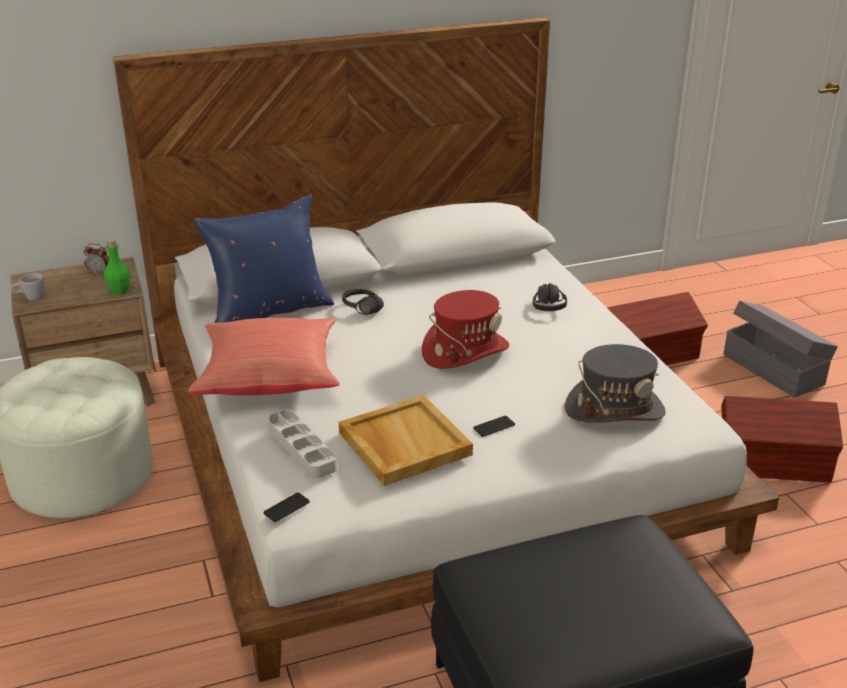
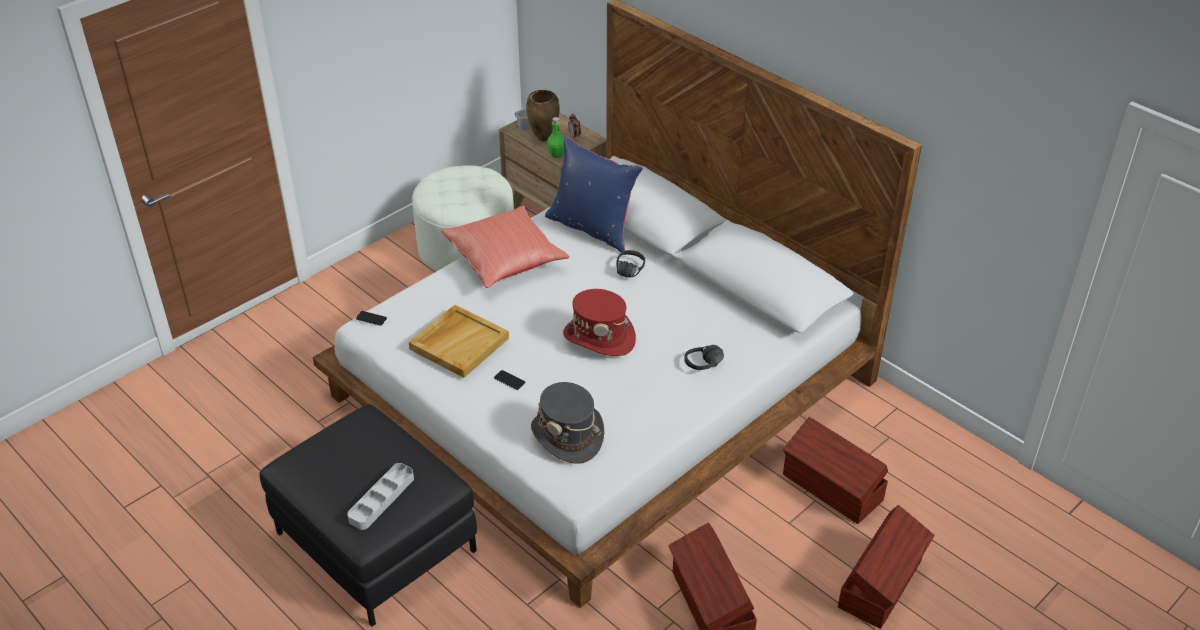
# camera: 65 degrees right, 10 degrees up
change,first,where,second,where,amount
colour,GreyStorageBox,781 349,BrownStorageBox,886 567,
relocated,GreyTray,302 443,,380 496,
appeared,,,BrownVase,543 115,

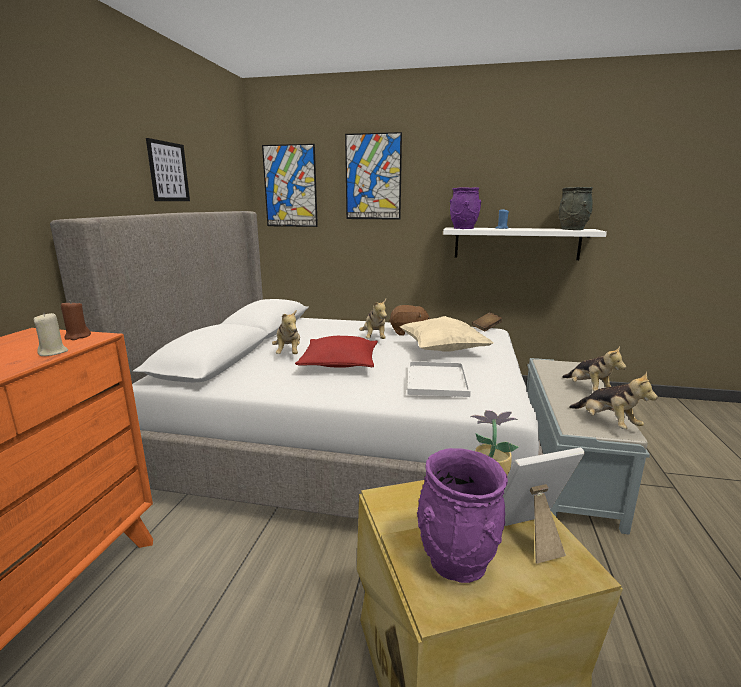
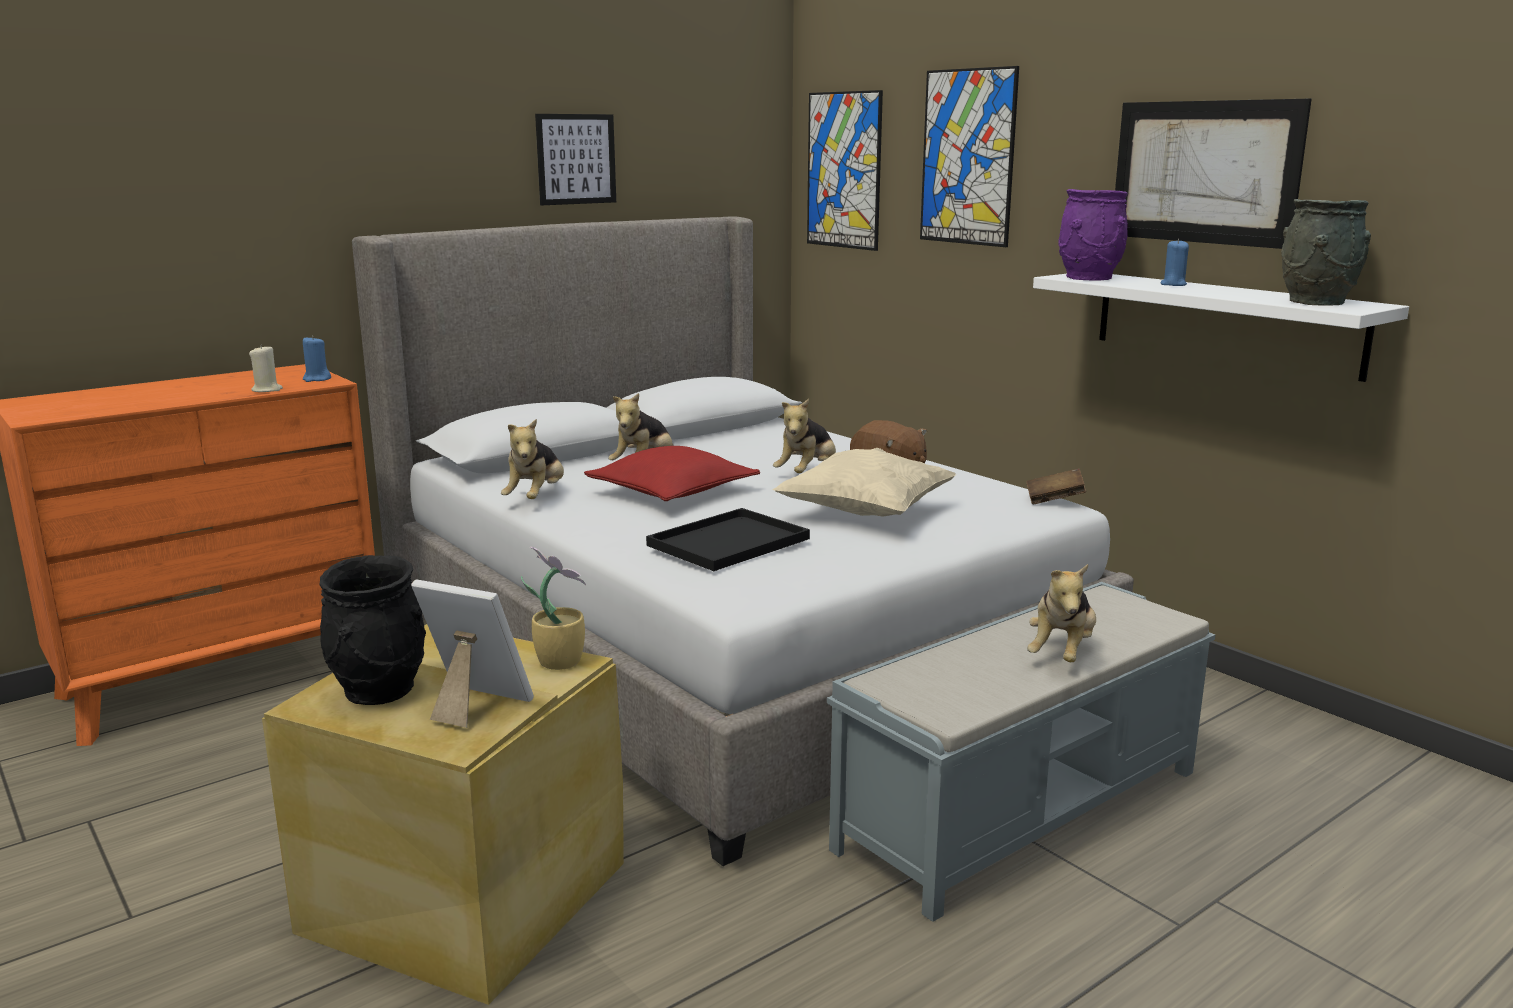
# camera: 40 degrees right, 0 degrees up
change,first,where,second,where,amount
colour,BrownCandle,76 320,BlueCandle,317 358,
colour,WhiteTray,439 379,BlackTray,728 539,
relocated,PlushToy,613 400,,532 459,
colour,PurpleVase,462 515,BlackVase,373 630,
appeared,,,Picture,1213 174,

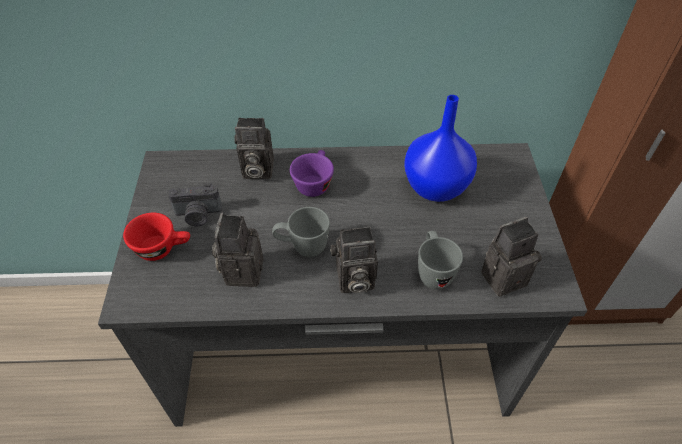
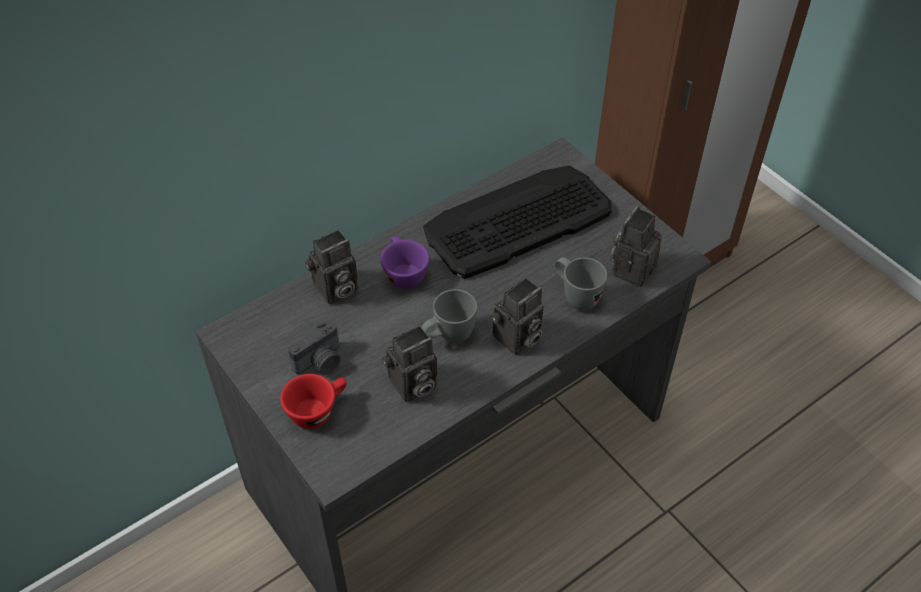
# camera: 35 degrees left, 0 degrees up
change,first,where,second,where,amount
exchanged,BlueVase,440 148,Keyboard,517 222,
spun,PhotoCamera,237 250,,409 364,90 degrees counterclockwise

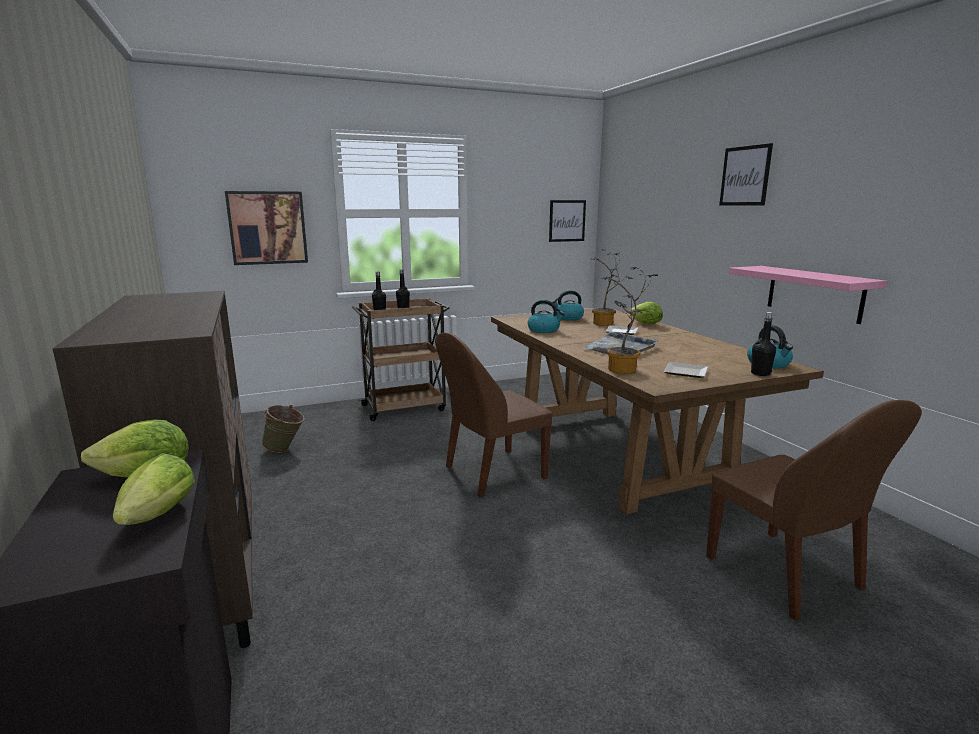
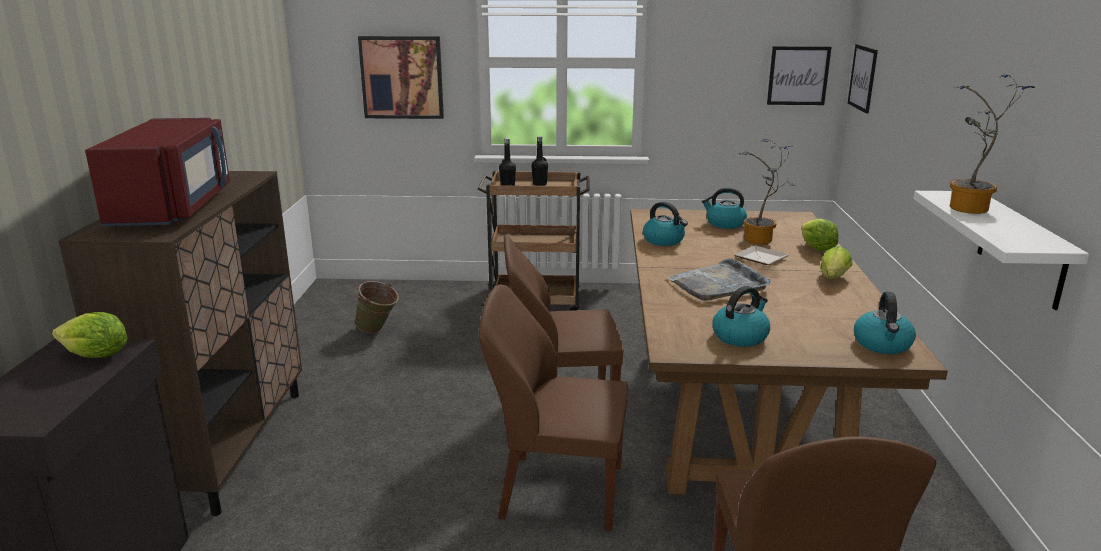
# camera: 25 degrees right, 5 degrees up
change,first,where,second,where,amount
relocated,Picture,746 174,,862 79,
colour,PinkShelf,808 295,WhiteShelf,1001 250,
relocated,PottedPlant,629 320,,992 144,
missing,BlackBottle,763 344,,,
exchanged,Plate,686 370,Kettle,741 316,
relocated,Lettuce,154 489,,836 262,
appeared,,,RedMicrowave,157 172,
appeared,,,BrownChair,553 407,

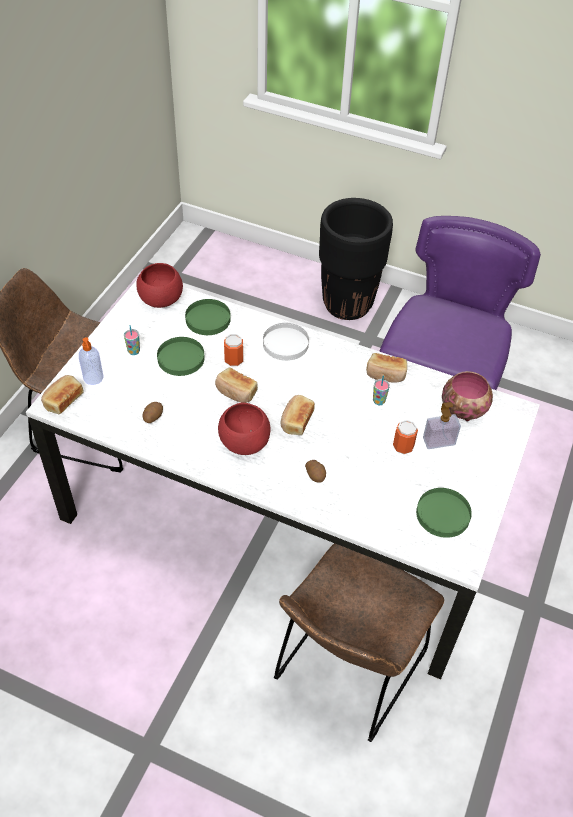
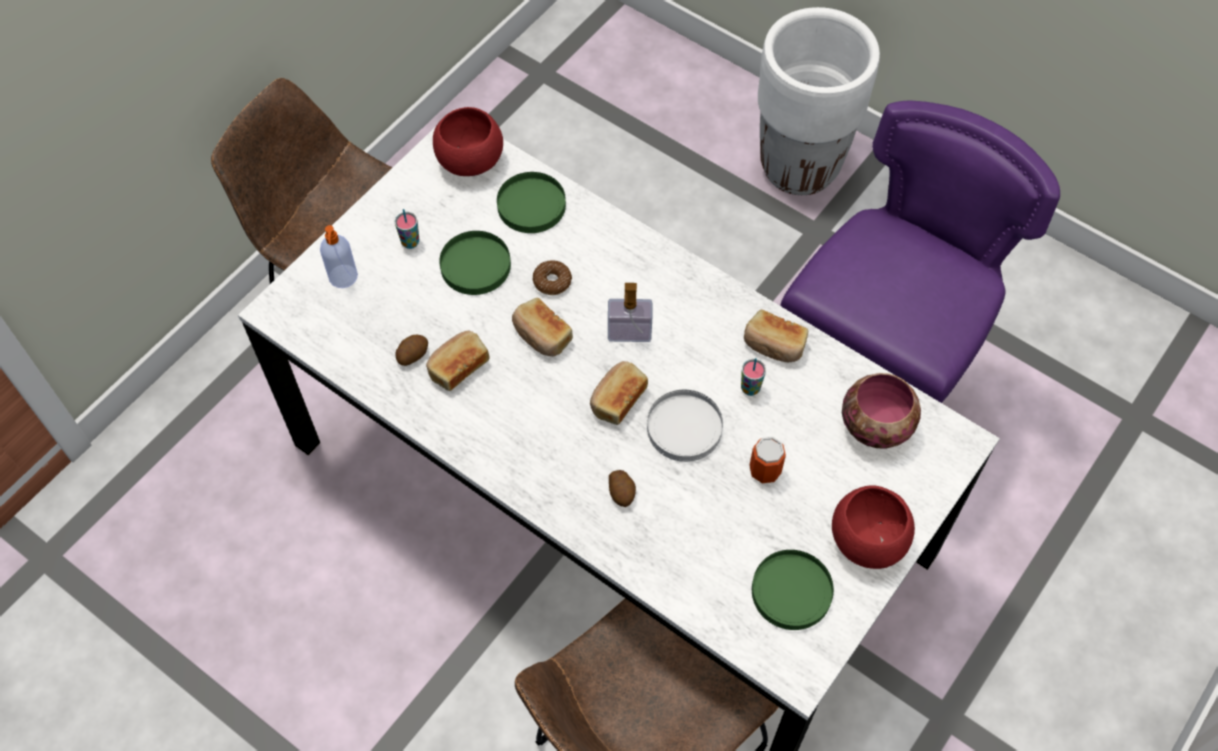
# camera: 15 degrees right, 10 degrees up
change,first,where,second,where,amount
colour,BlackPlanter,356 259,WhitePlanter,819 101,
relocated,WhitePlate,286 342,,685 426,
exchanged,Can,233 350,Donut,552 277,
relocated,Bread,62 394,,458 361,
relocated,RedBowl,244 428,,873 527,
relocated,SoapDispenser,442 425,,630 312,

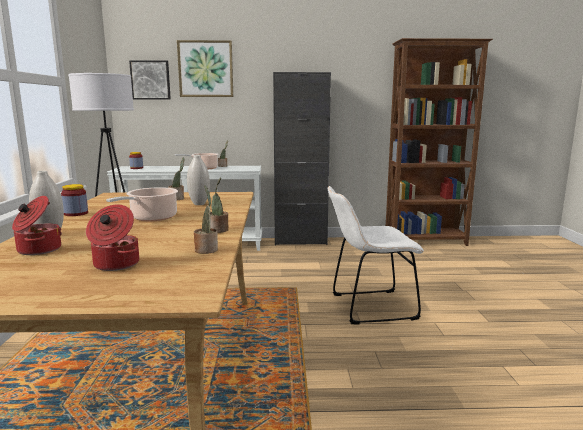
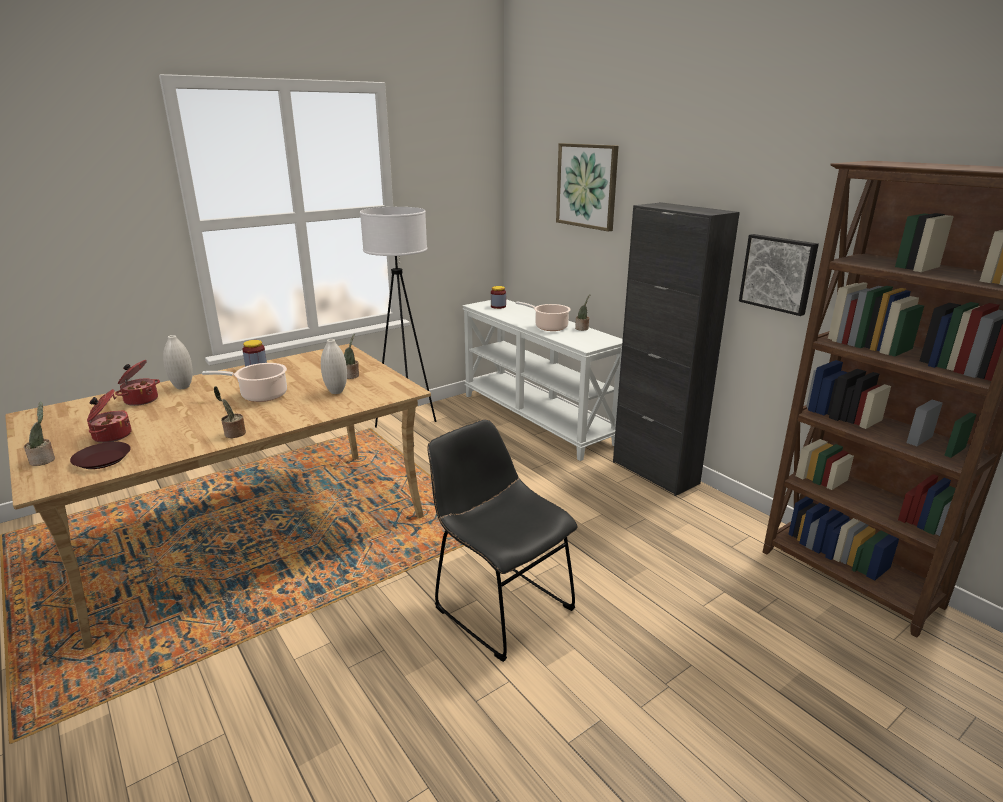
# camera: 55 degrees right, 10 degrees up
change,first,where,second,where,amount
relocated,Picture,150 79,,779 275,
relocated,PottedPlant,206 219,,39 434,
colour,WhiteChair,376 255,BlackChair,502 540,
appeared,,,BrownPlate,100 455,

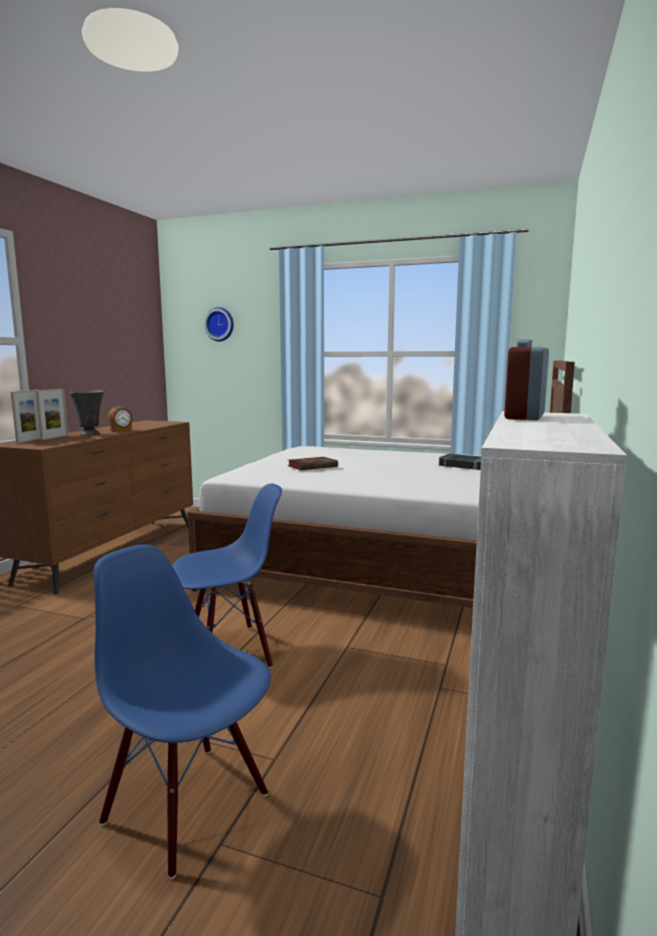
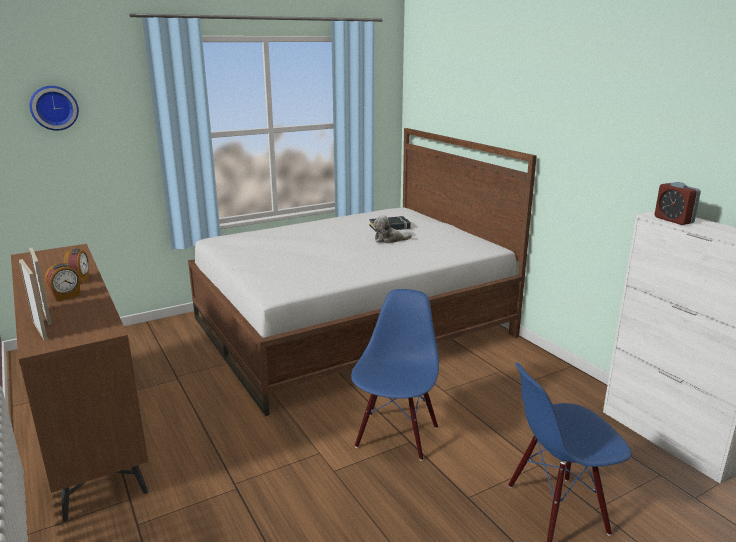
# camera: 50 degrees left, 10 degrees up
change,first,where,second,where,amount
exchanged,GreyVase,86 412,AlarmClock,62 282,
missing,Book,313 463,,,
appeared,,,PlushToy,392 229,

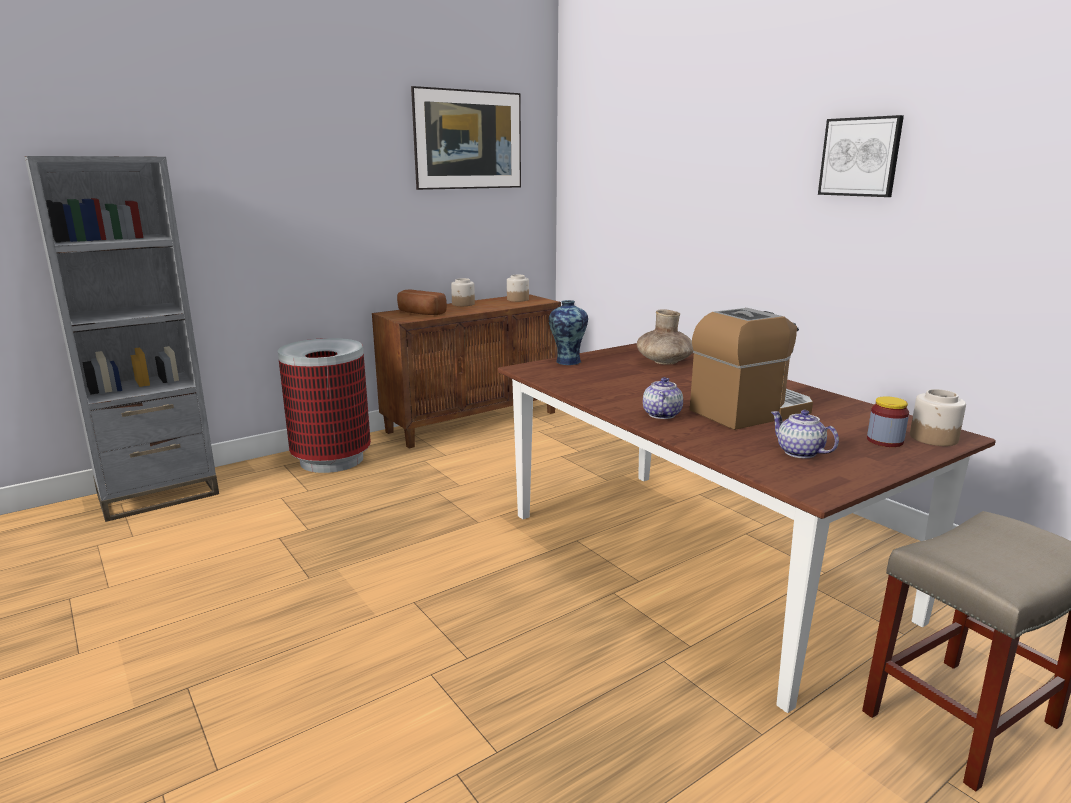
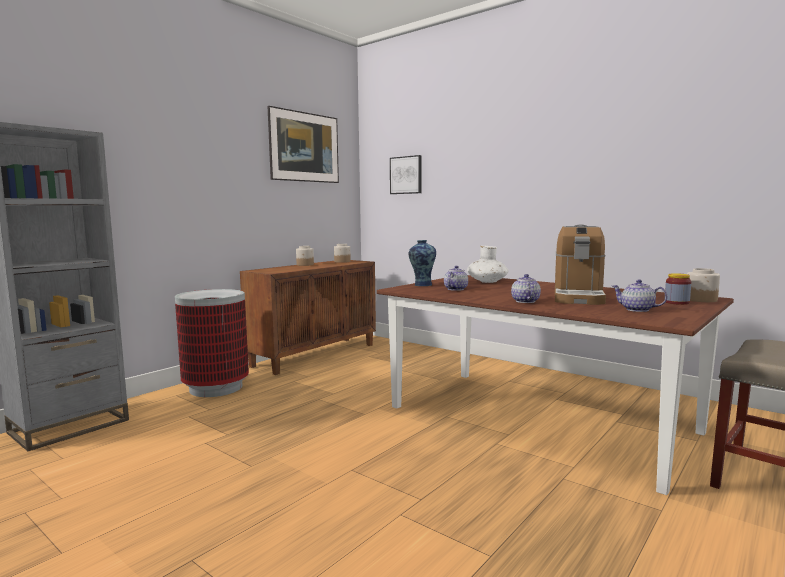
# camera: 15 degrees left, 10 degrees down
change,first,where,second,where,amount
relocated,Picture,861 156,,406 174,
missing,Bread,422 302,,,
spun,CoffeeMachine,751 369,,580 265,150 degrees clockwise
colour,BrownVase,665 336,WhiteVase,487 264,
appeared,,,Teapot,456 278,

